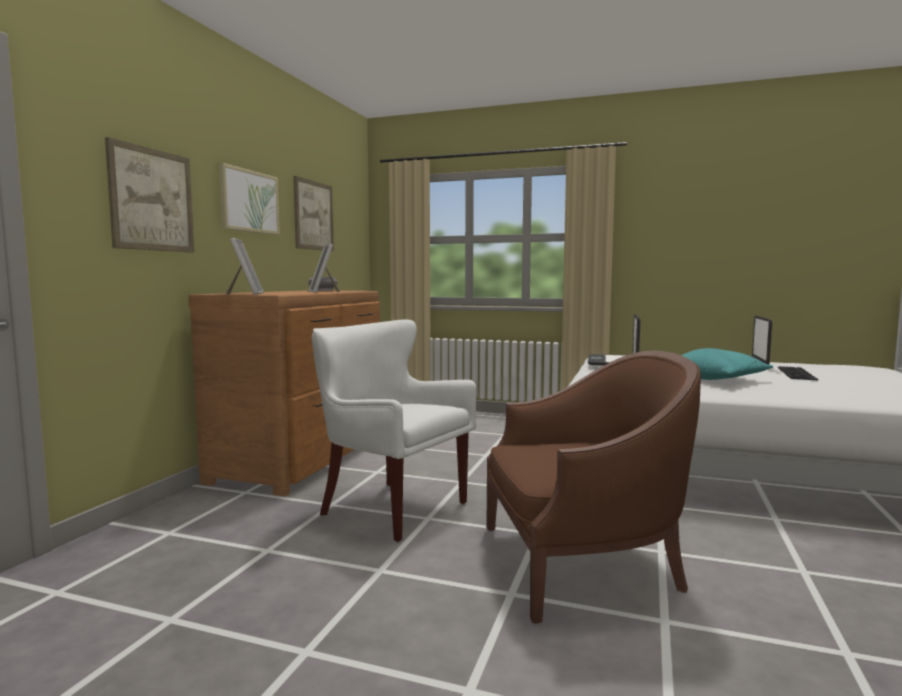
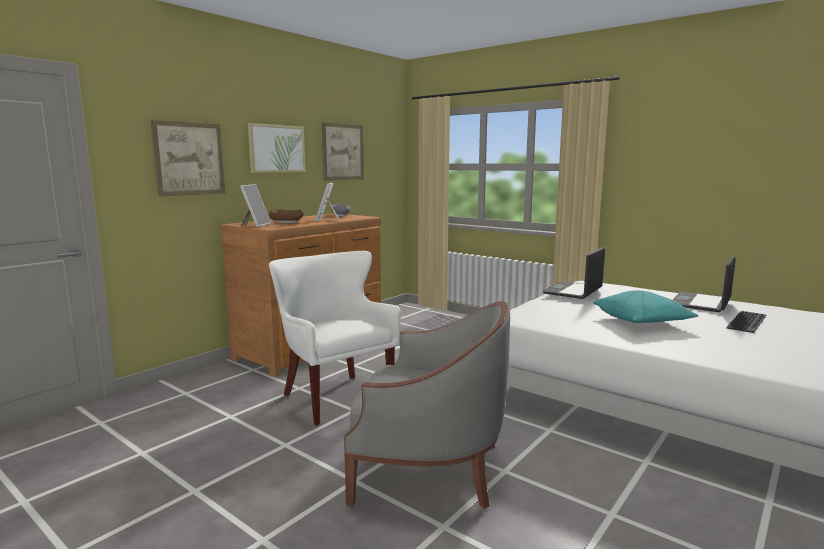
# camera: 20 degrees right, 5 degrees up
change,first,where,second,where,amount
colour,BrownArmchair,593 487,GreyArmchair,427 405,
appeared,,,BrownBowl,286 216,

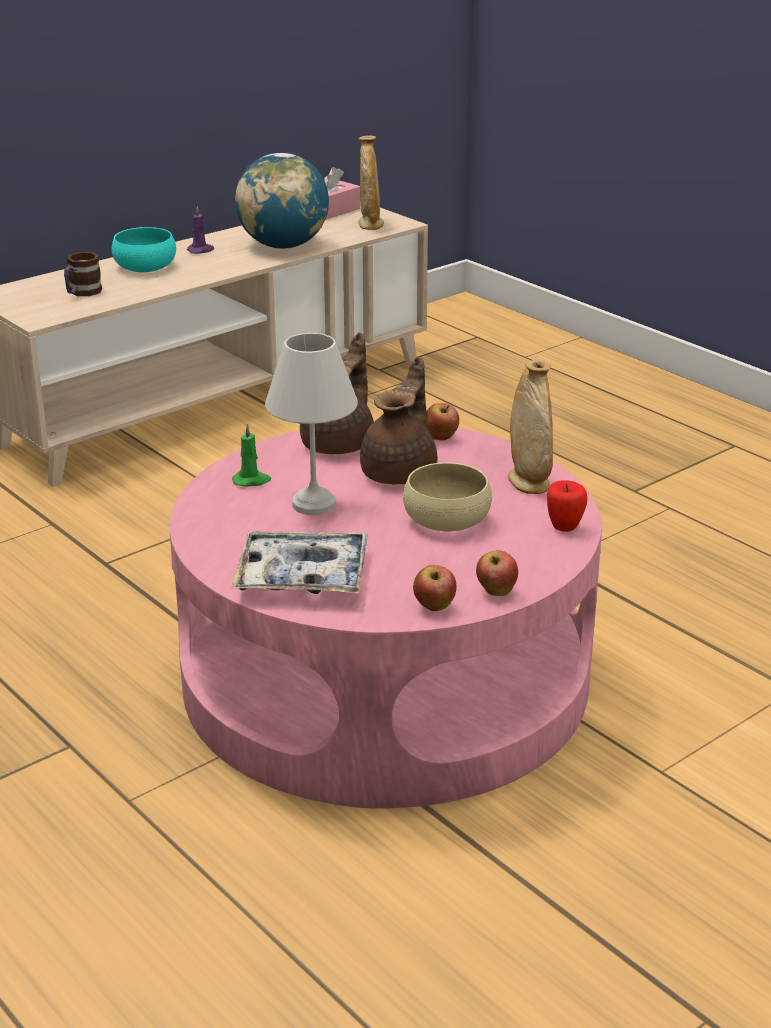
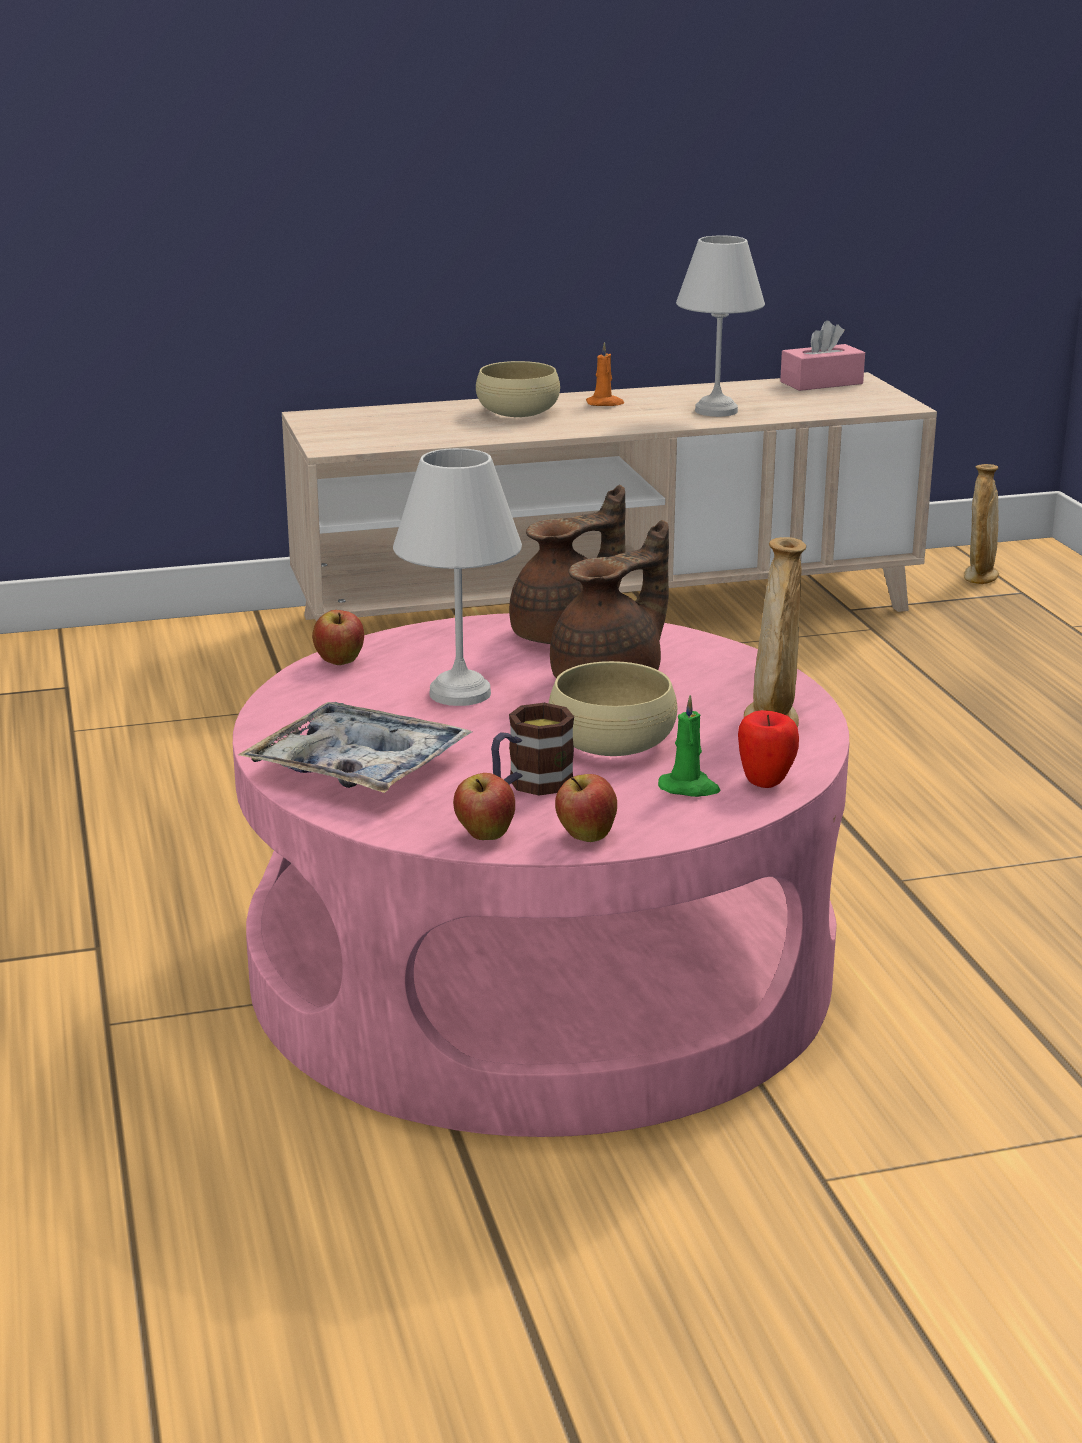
# camera: 25 degrees right, 5 degrees down
change,first,where,second,where,amount
relocated,BeigeVase,371 183,,981 524,
exchanged,Globe,282 201,WhiteTableLamp,720 326,
colour,PurpleCandle,200 230,OrangeCandle,605 374,
colour,TurquoiseBowl,144 249,BeigeBowl,518 389,
relocated,Mug,83 274,,532 749,
relocated,Apple,442 422,,338 637,
relocated,GreenCandle,251 455,,689 746,

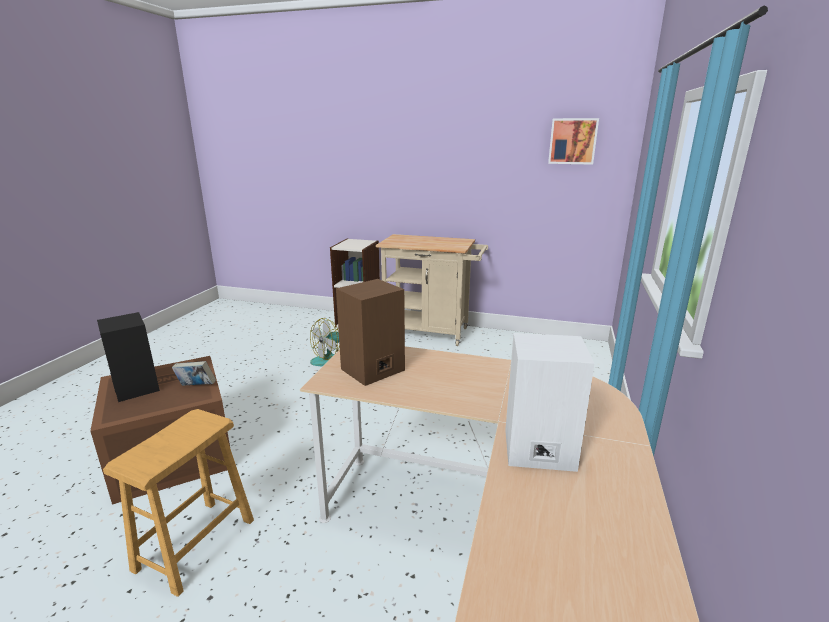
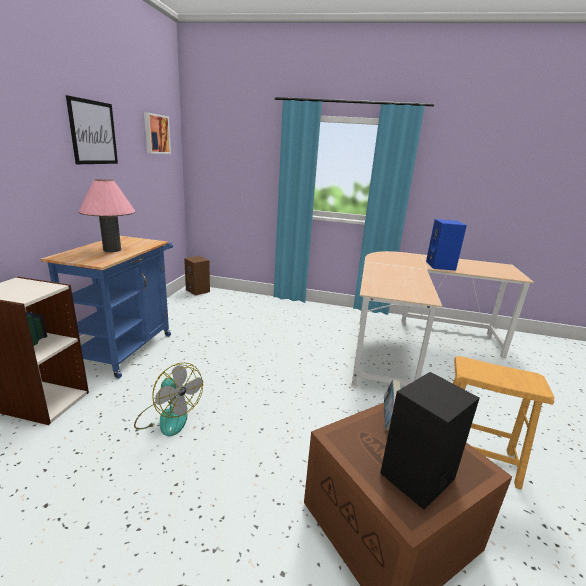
# camera: 95 degrees left, 0 degrees up
change,first,where,second,where,amount
colour,BeigeCart,432 290,BlueCart,107 307,
relocated,BrownSpeaker,370 332,,197 275,
colour,WhiteSpeaker,549 402,BlueSpeaker,446 245,
appeared,,,Picture,92 129,
appeared,,,PinkTableLamp,106 215,

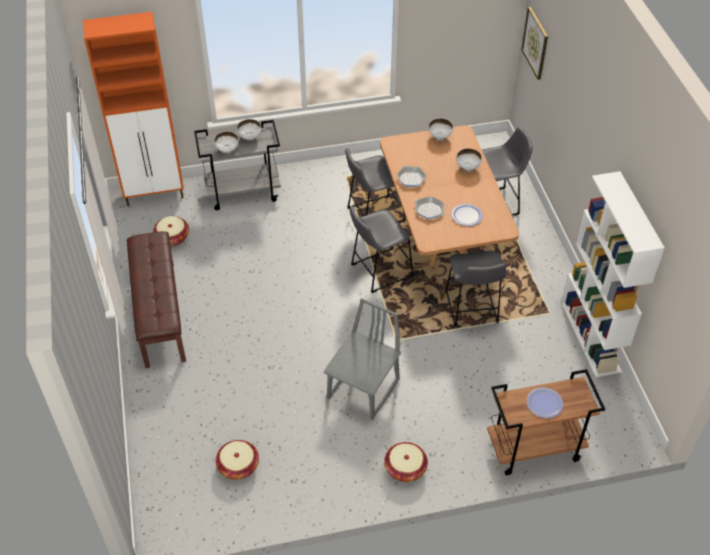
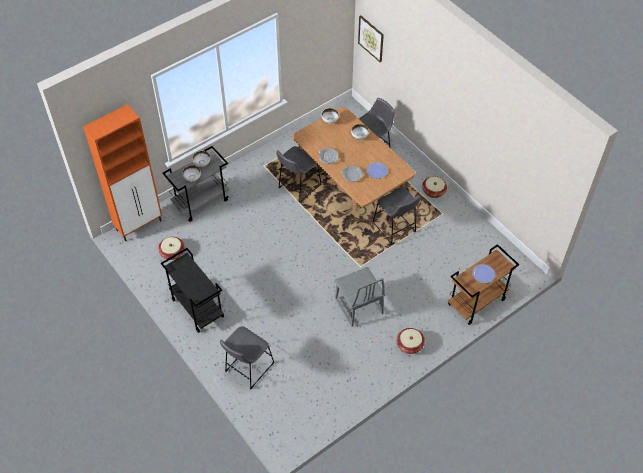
# camera: 25 degrees left, 5 degrees up
change,first,where,second,where,amount
missing,WhiteBookcase,613 274,,,
relocated,GreyStool,382 249,,247 357,
exchanged,BrownBench,156 299,BlackCart,192 290,
spun,GreyChair,362 359,,359 297,150 degrees clockwise
relocated,Basket,237 460,,434 187,

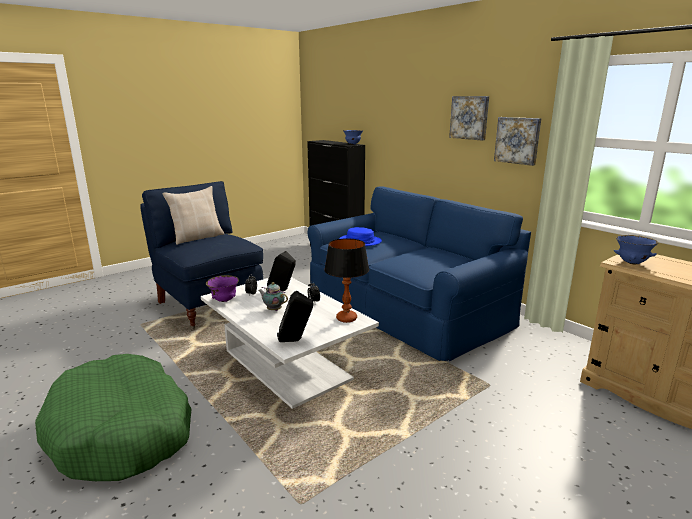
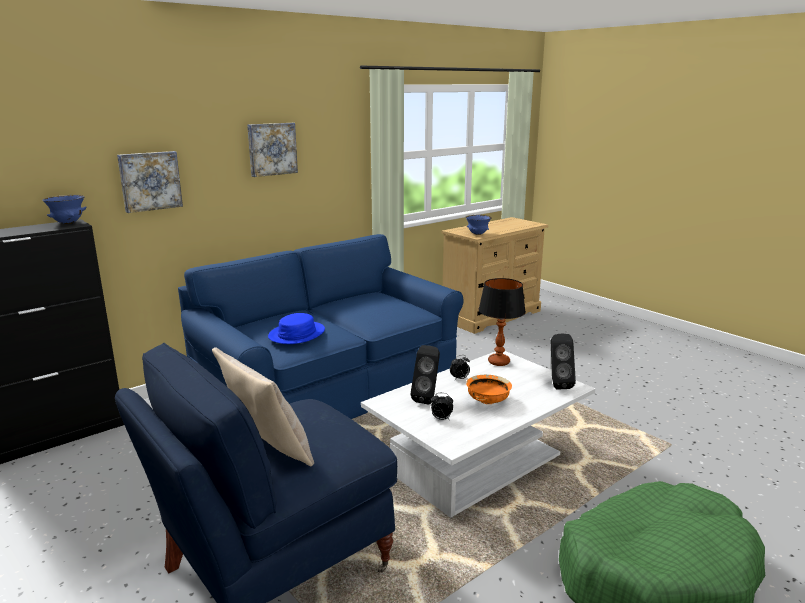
# camera: 90 degrees left, 0 degrees up
change,first,where,second,where,amount
relocated,Picture,517 141,,150 182,
missing,PurpleBowl,222 288,,,
exchanged,Teapot,273 296,OrangeBowl,489 389,

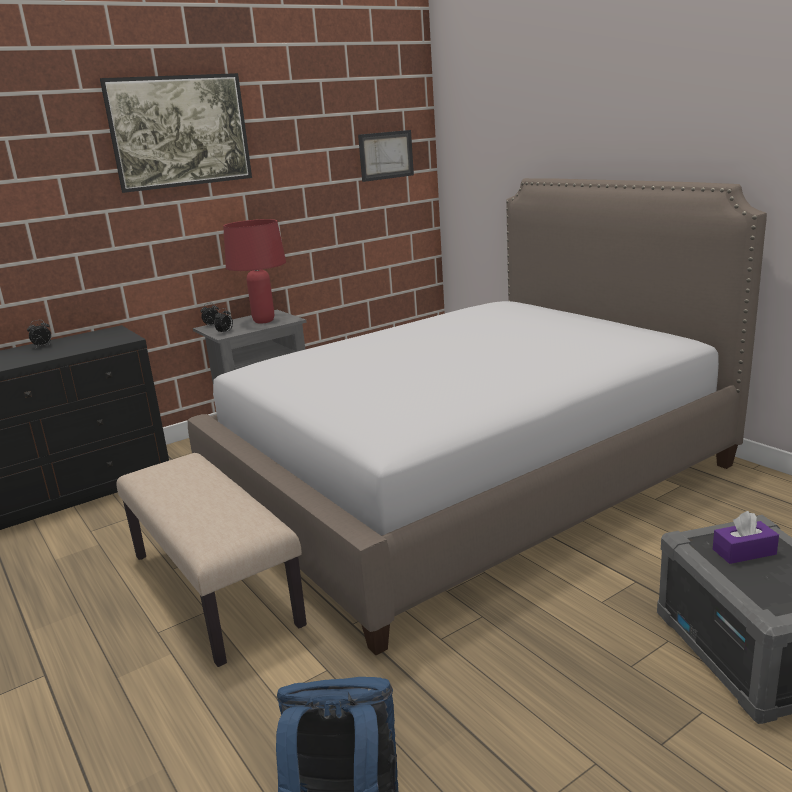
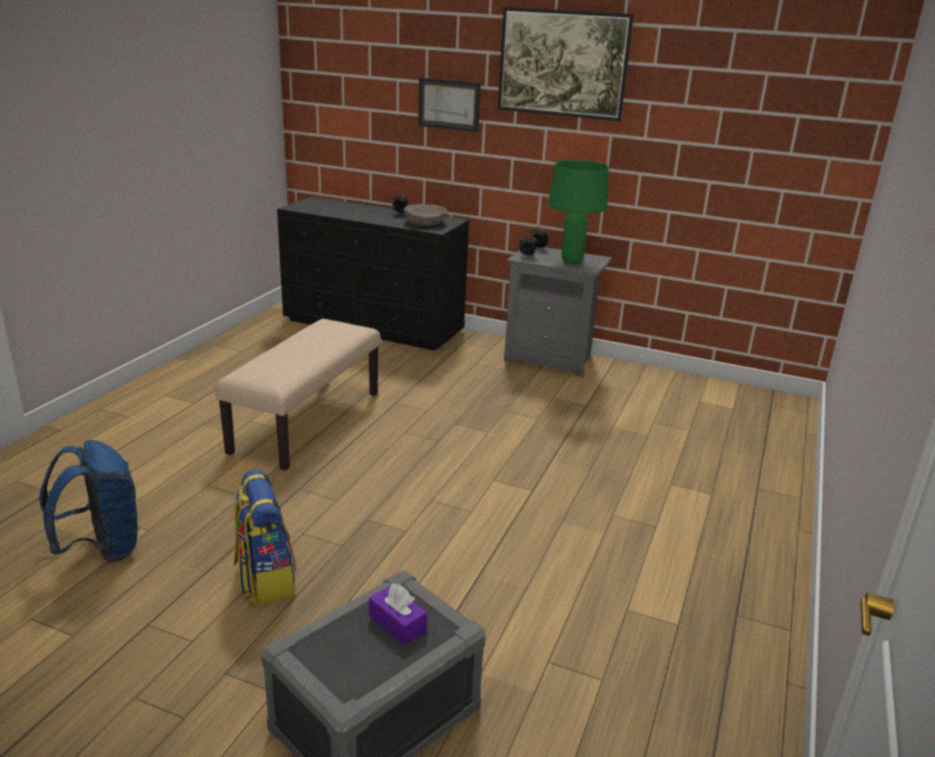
# camera: 55 degrees right, 5 degrees up
change,first,where,second,where,amount
relocated,Picture,386 156,,449 105,
missing,Bed,477 416,,,
colour,RedTableLamp,254 271,GreenTableLamp,578 212,
appeared,,,BeigeBowl,425 215,
appeared,,,Backpack,265 537,

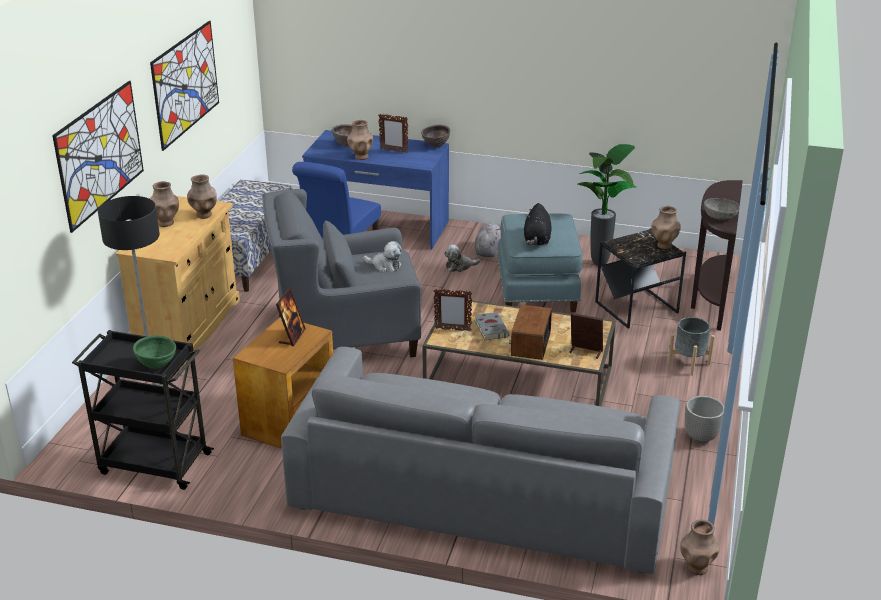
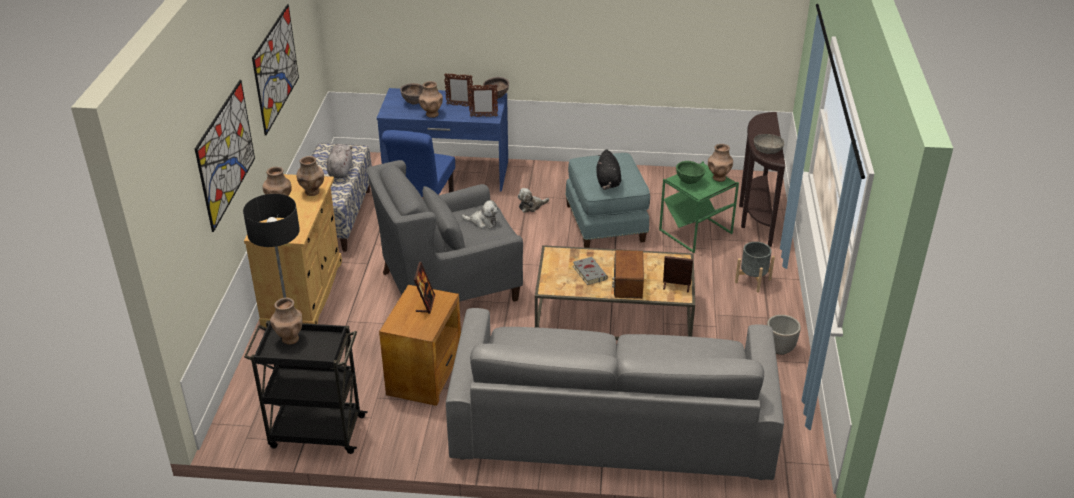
# camera: 10 degrees left, 5 degrees up
change,first,where,second,where,amount
missing,PottedPlant,607 205,,,
relocated,GreyPlushToy,488 240,,340 161,
colour,BlackSideTable,640 278,GreenSideTable,699 207,
relocated,PictureFrame,453 309,,483 101,
relocated,GreenBowl,154 352,,690 172,
relocated,BrownVase,700 547,,286 321,

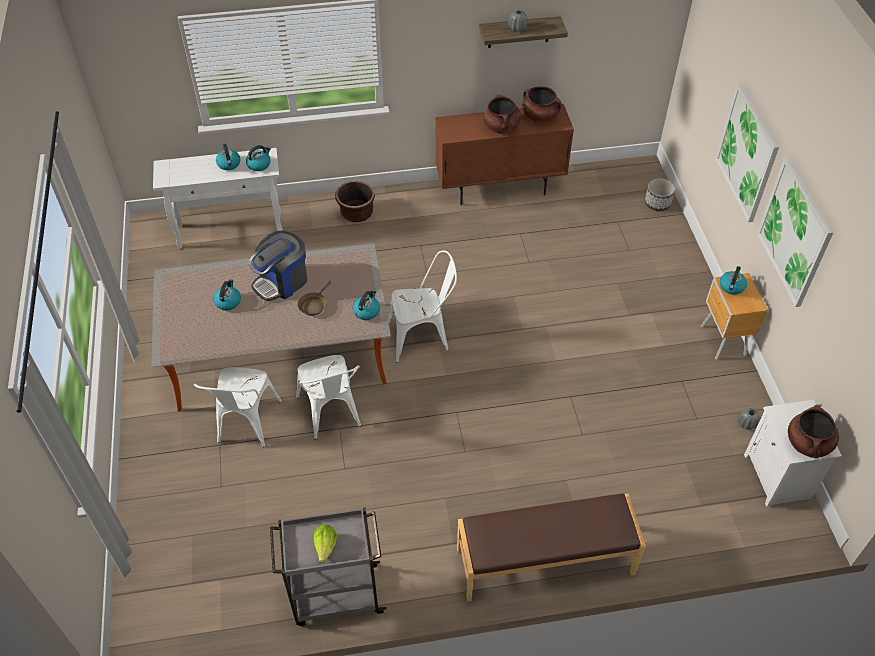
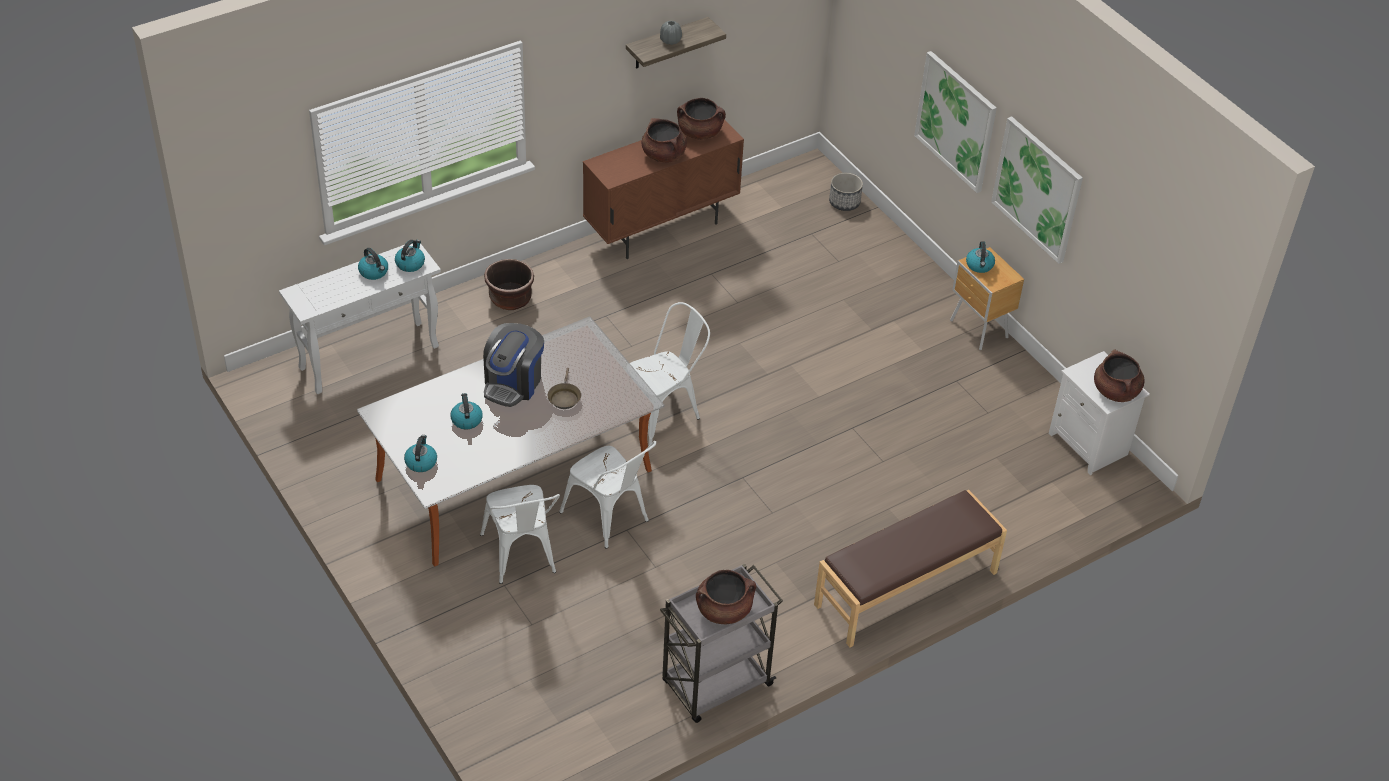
# camera: 25 degrees left, 5 degrees down
change,first,where,second,where,amount
relocated,Kettle,366 305,,420 453,
missing,GreyVase,749 419,,,
exchanged,Lettuce,325 543,BrownCookingPot,726 597,

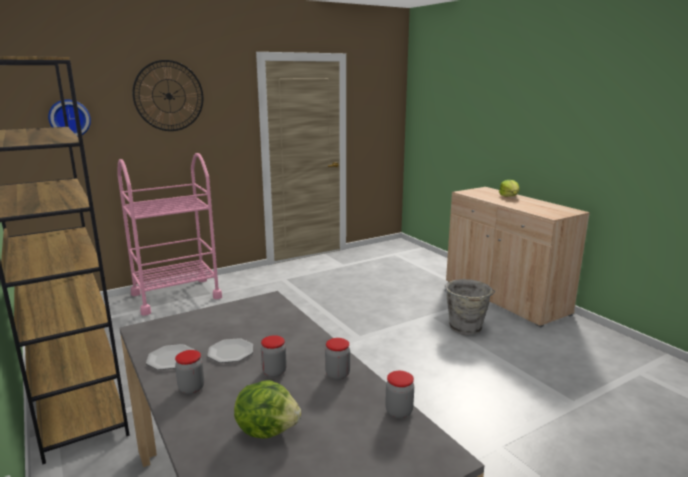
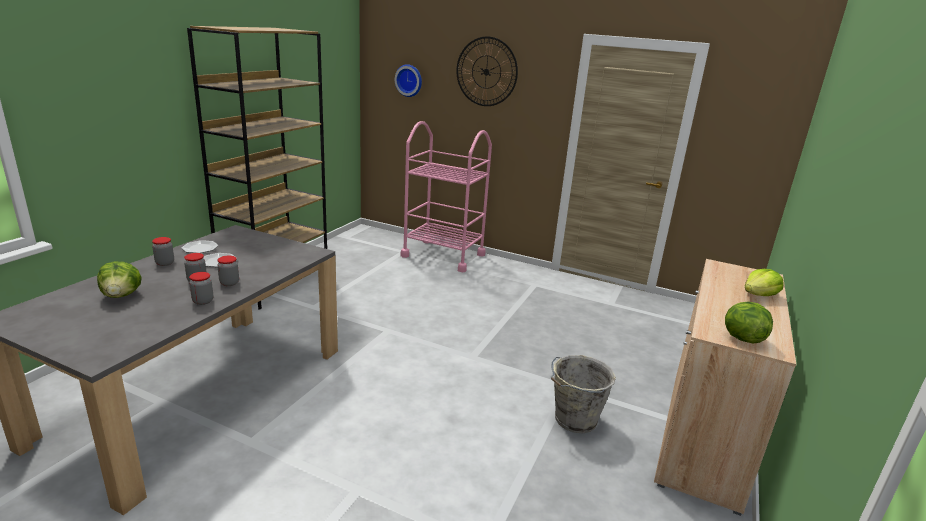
# camera: 55 degrees right, 5 degrees up
change,first,where,second,where,amount
relocated,Jar,399 394,,228 270,
appeared,,,Lettuce,749 323,

